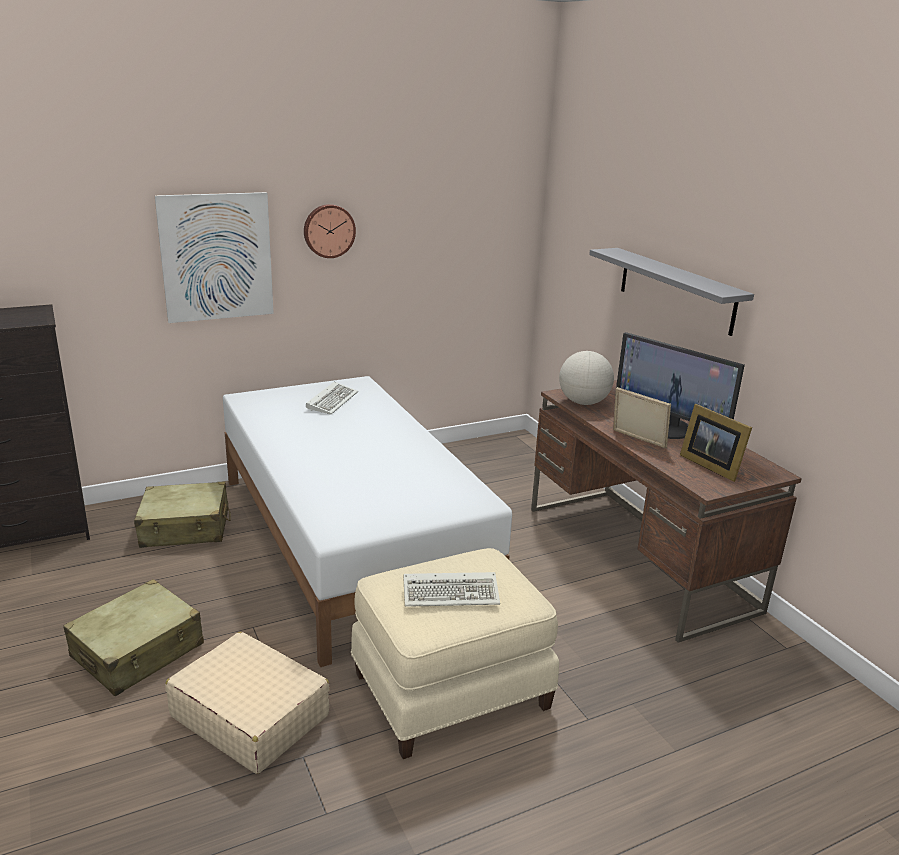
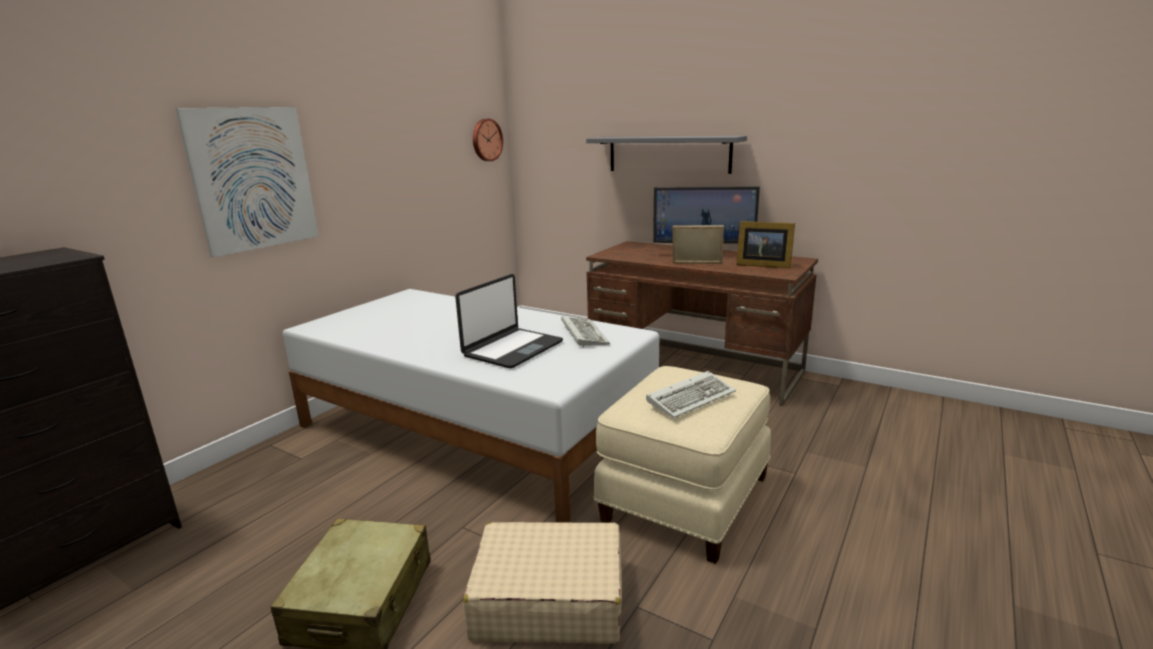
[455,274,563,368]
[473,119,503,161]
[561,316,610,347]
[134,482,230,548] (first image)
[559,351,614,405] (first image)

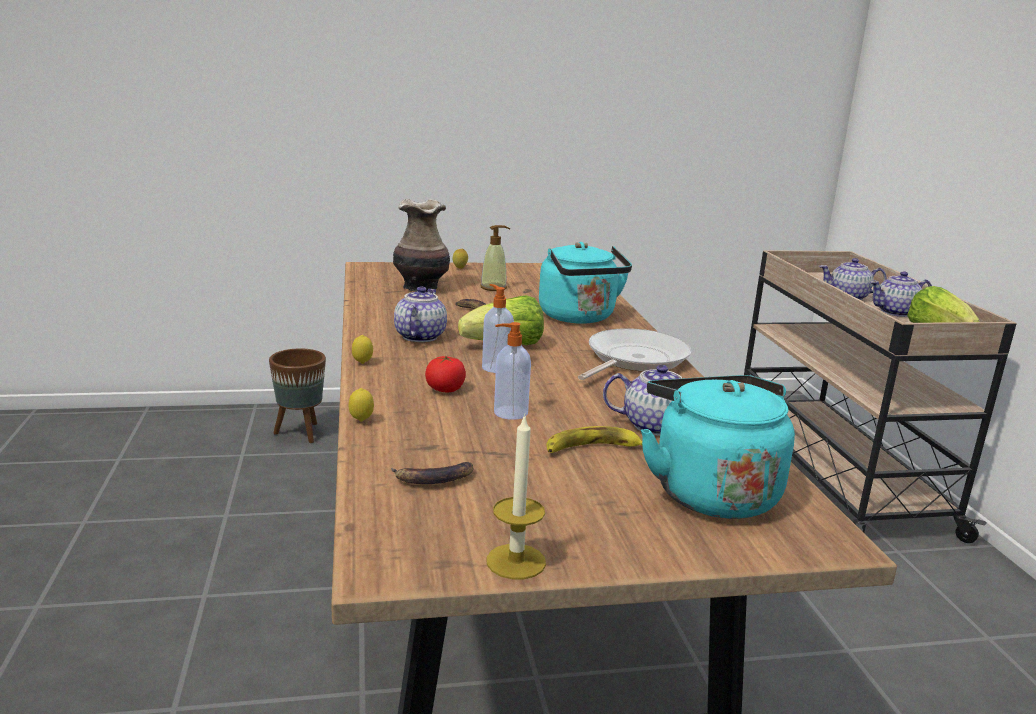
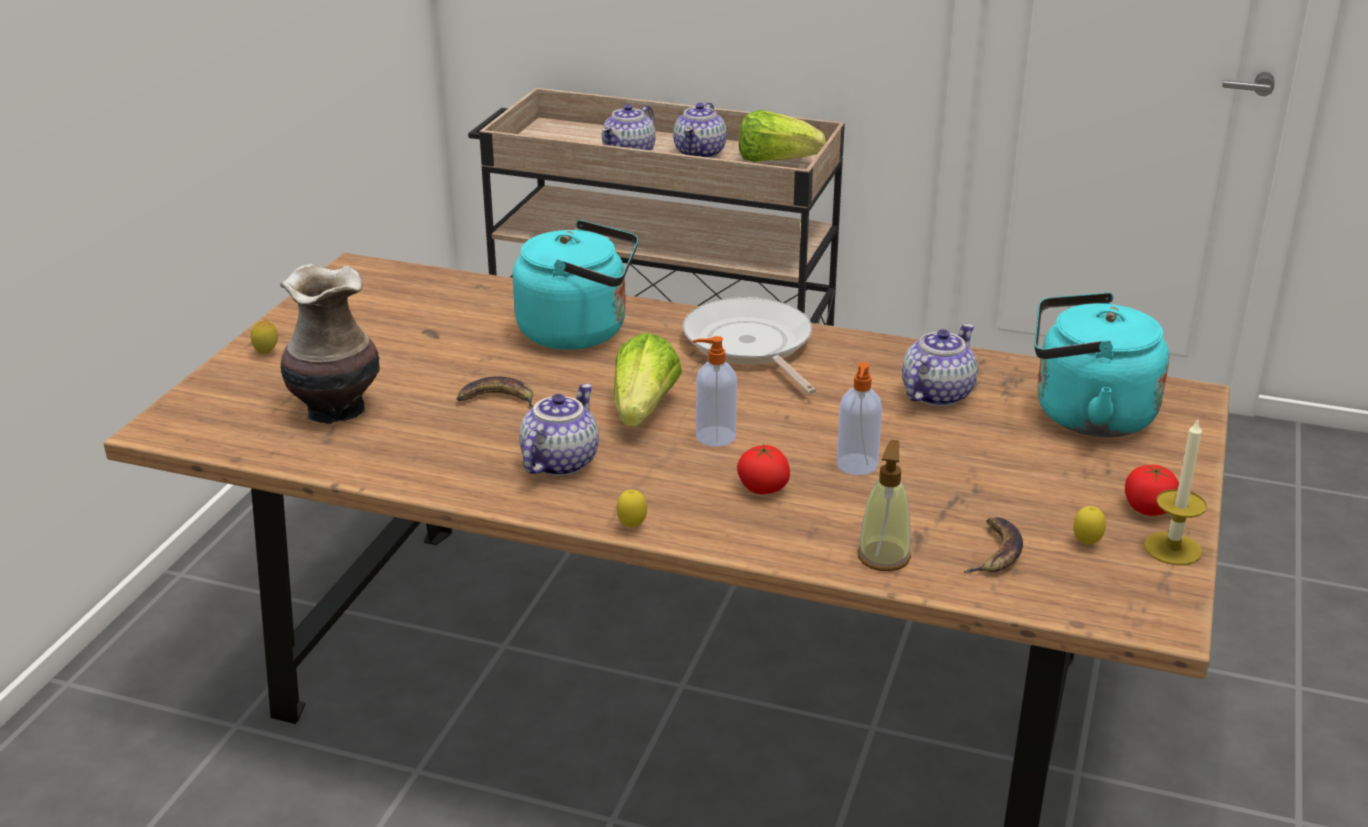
[519,384,599,476]
[857,440,911,571]
[1073,506,1106,545]
[1125,465,1179,516]
[269,348,326,443] (first image)
[546,426,642,453] (first image)

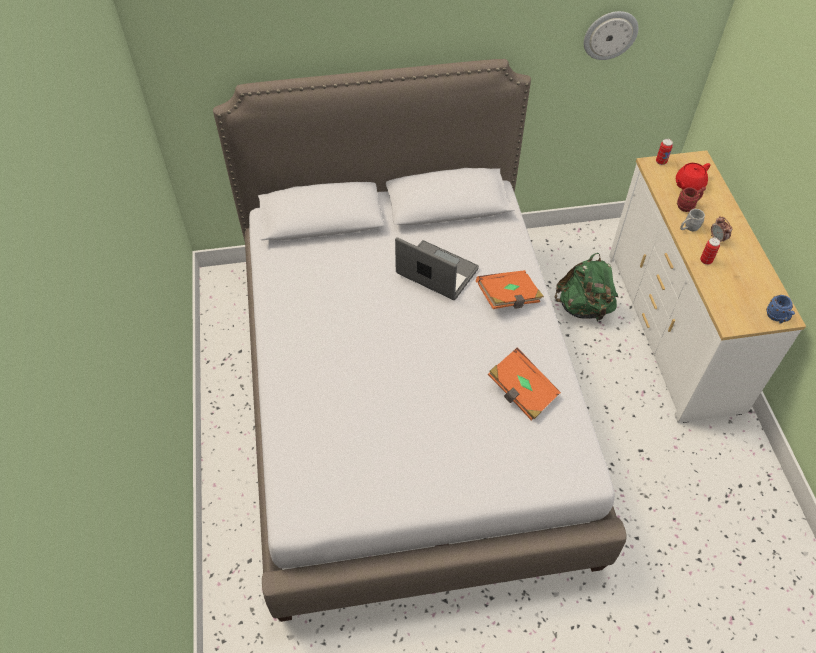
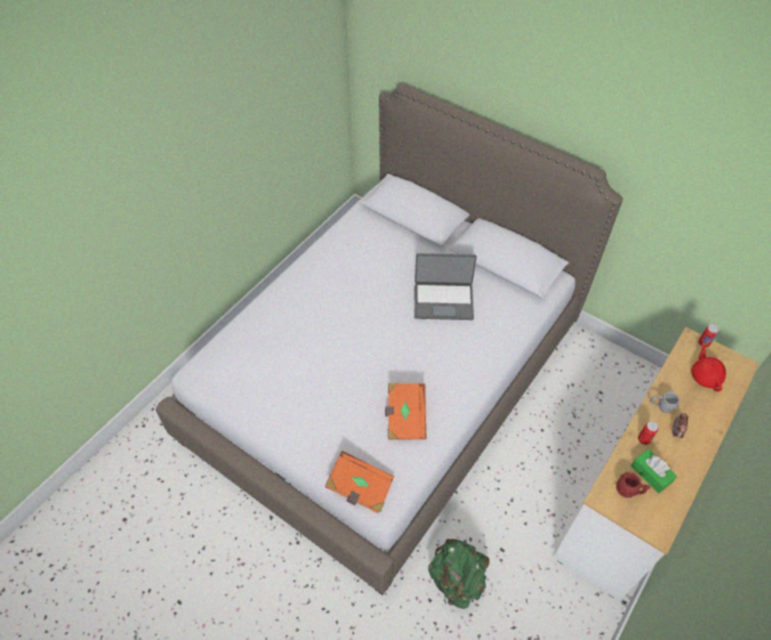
[325,451,394,513]
[414,253,477,320]
[428,539,489,609]
[616,472,650,498]
[631,449,677,493]
[691,344,726,392]
[584,11,638,60] (first image)
[766,295,795,323] (first image)

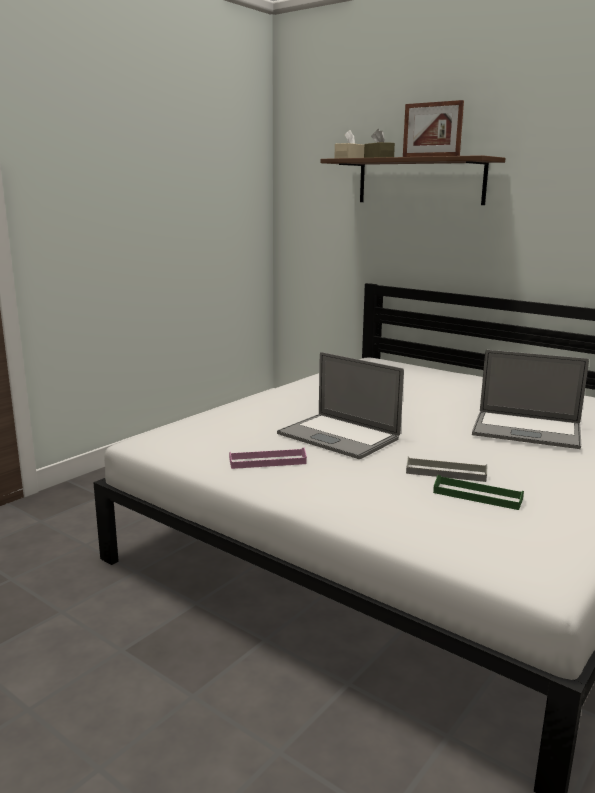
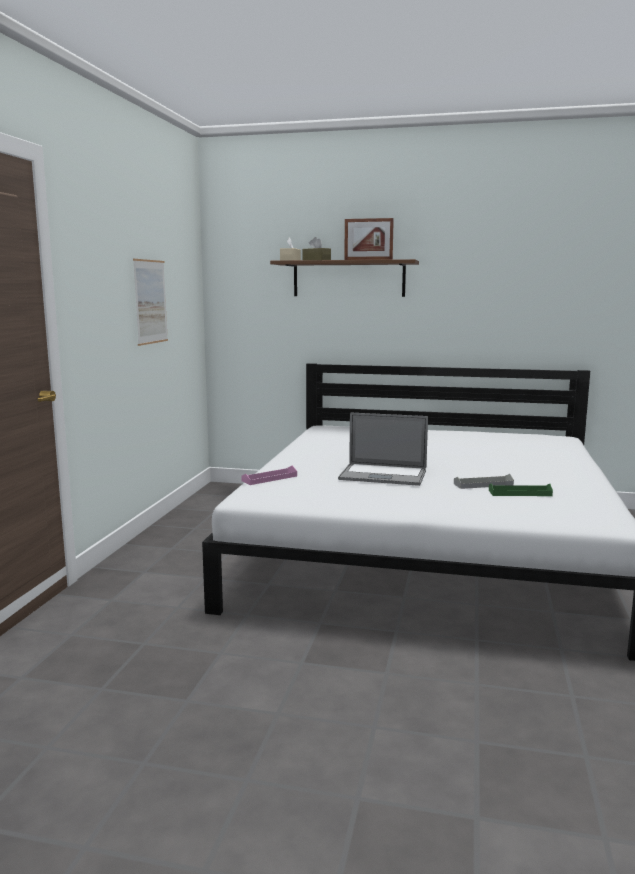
[133,259,168,346]
[241,465,297,485]
[472,350,589,449] (first image)

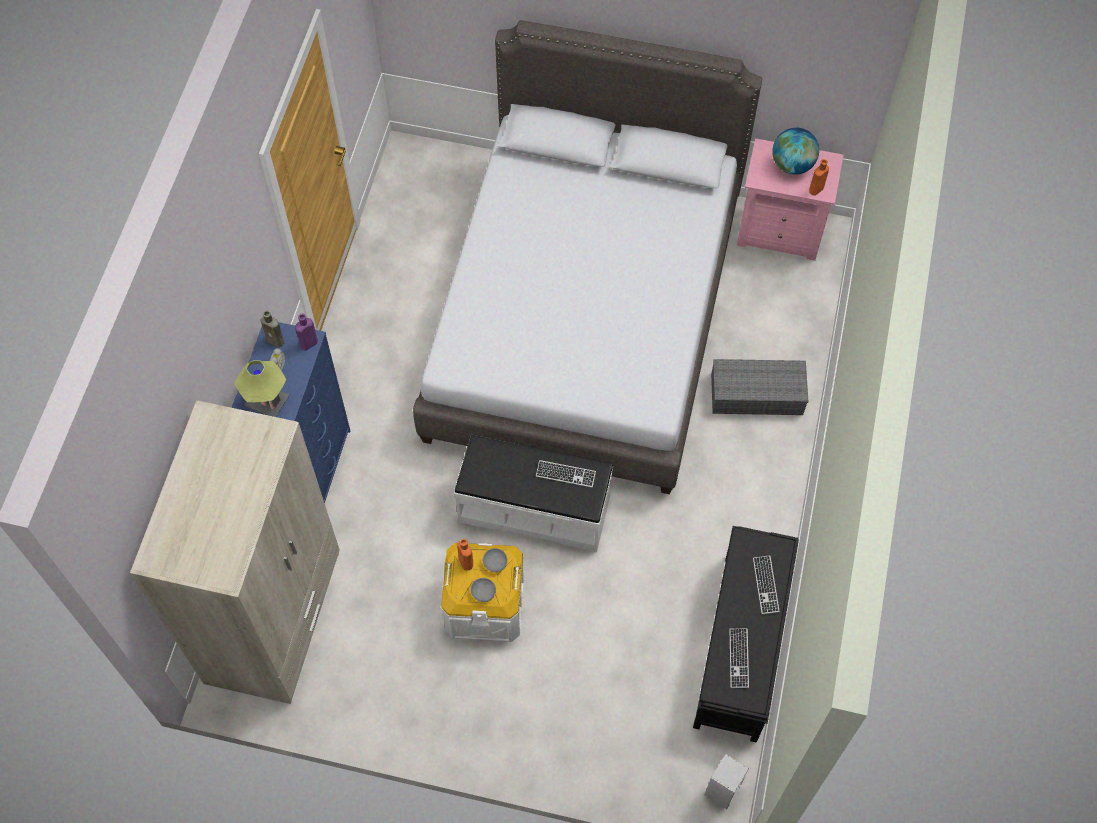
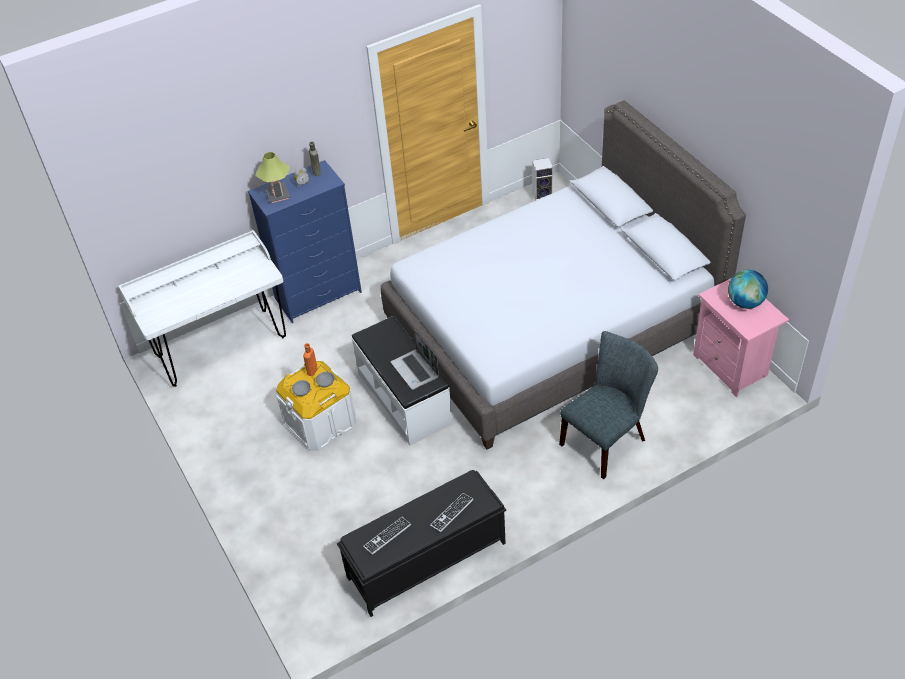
[119,230,286,387]
[391,330,439,390]
[532,158,553,201]
[559,331,658,479]
[295,313,318,351] (first image)
[809,159,829,196] (first image)

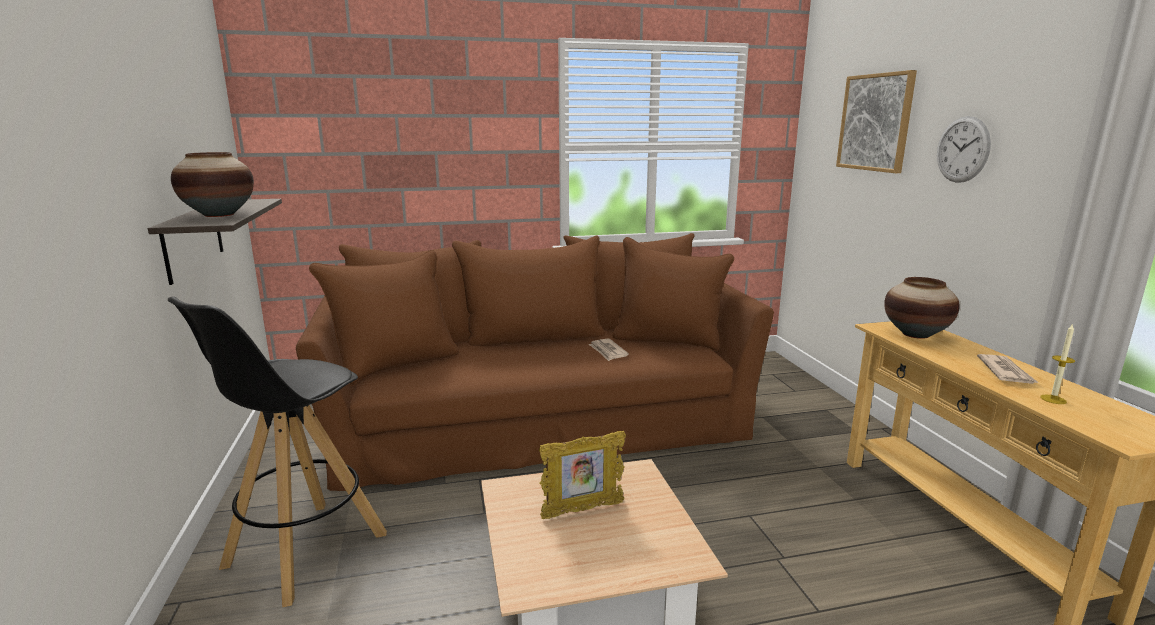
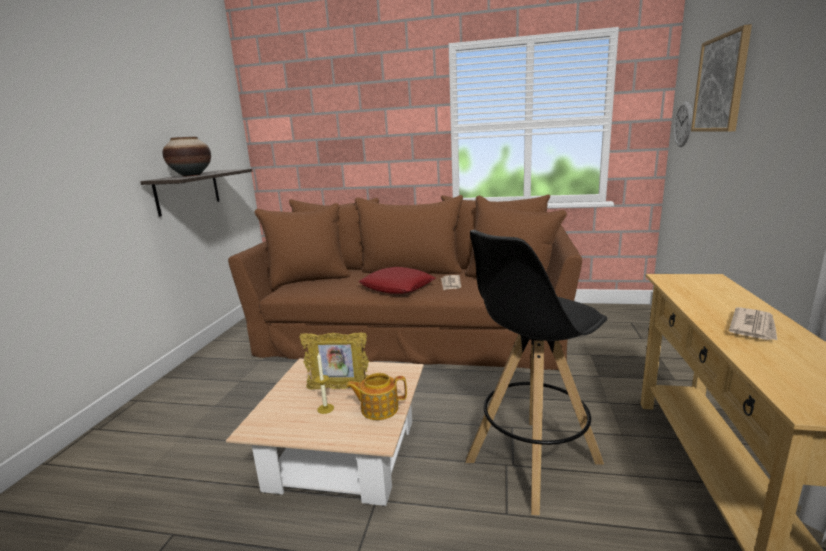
[315,352,334,414]
[346,373,407,420]
[359,267,436,294]
[466,230,608,515]
[674,101,692,147]
[884,277,960,339] (first image)

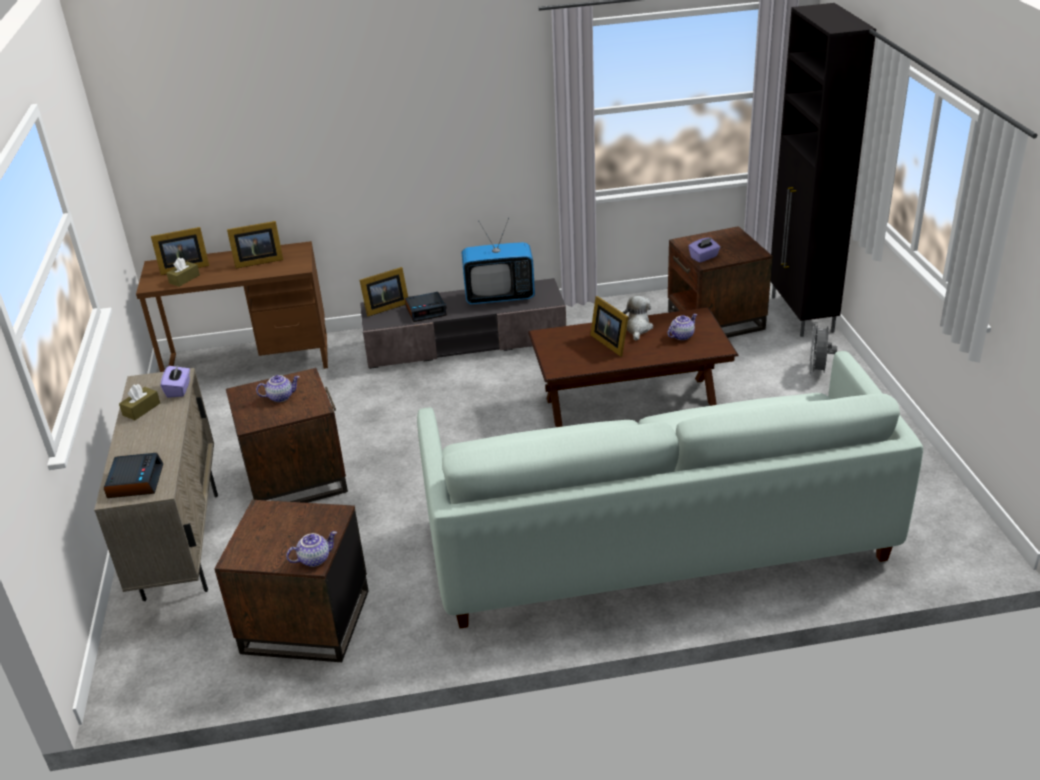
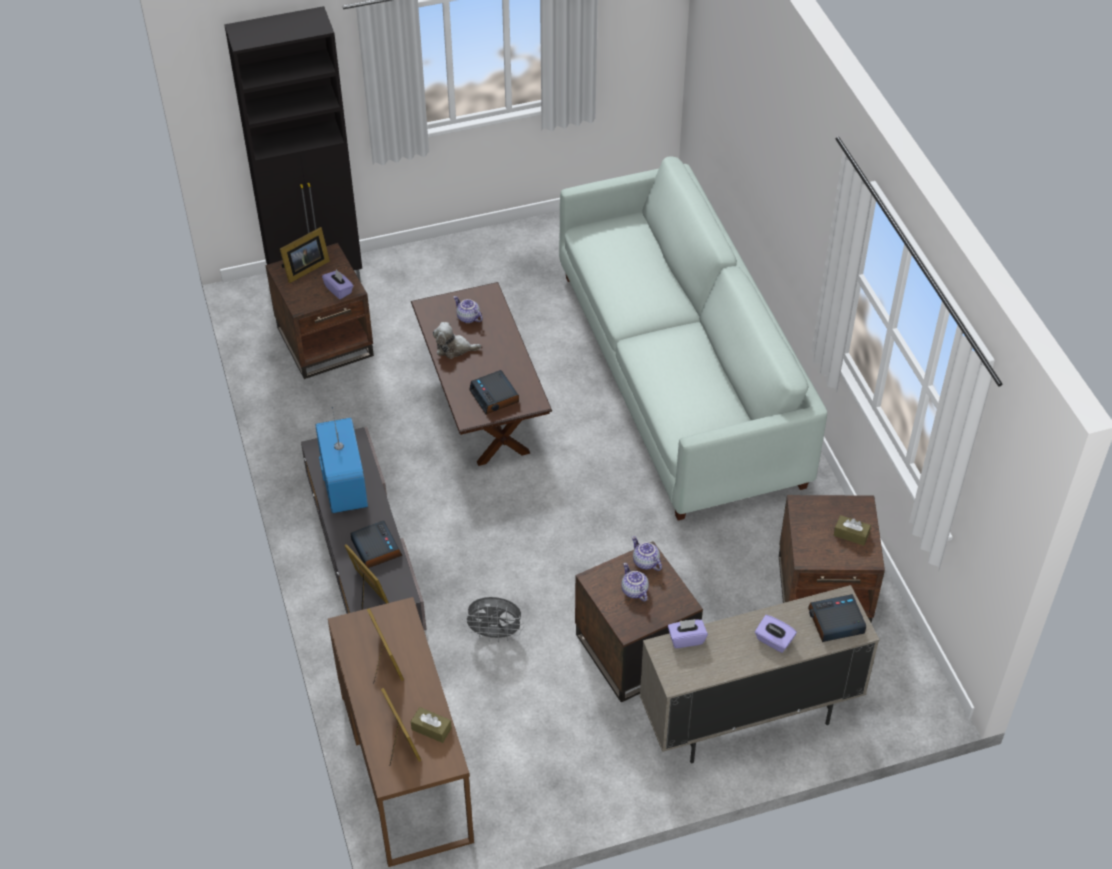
[280,227,330,283]
[463,597,524,642]
[469,370,519,415]
[632,536,662,571]
[755,615,797,653]
[834,515,871,546]

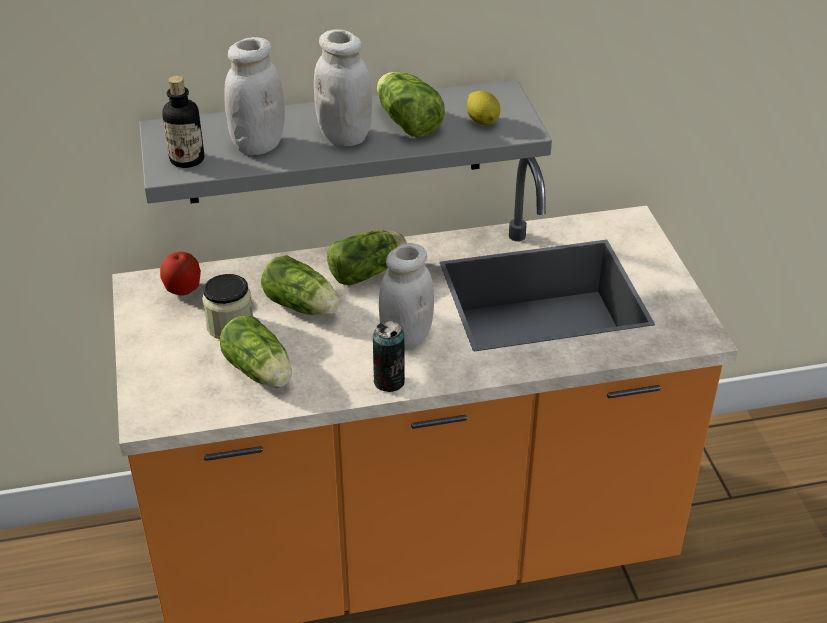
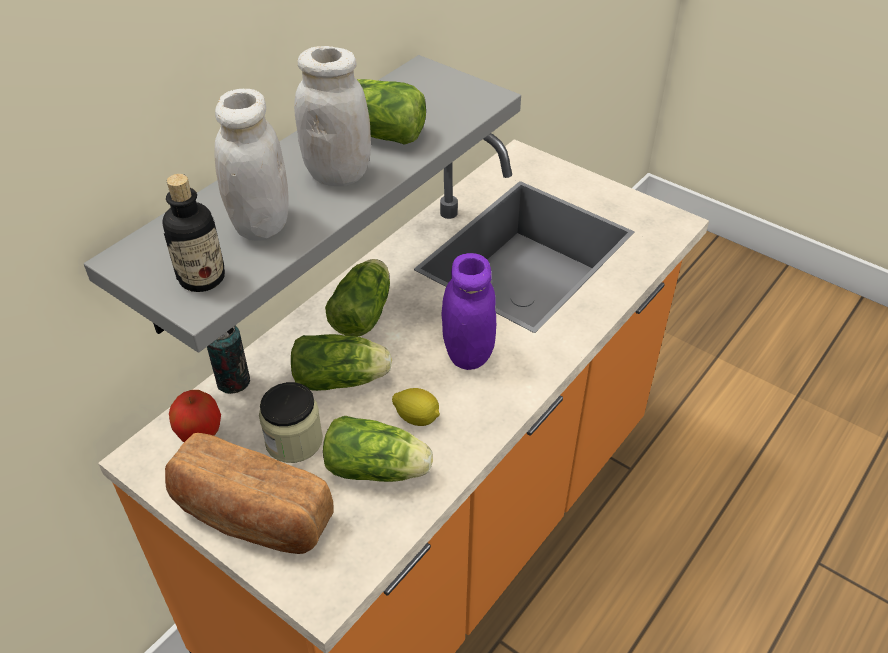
[165,433,333,554]
[207,326,250,394]
[392,388,440,426]
[441,253,496,370]

